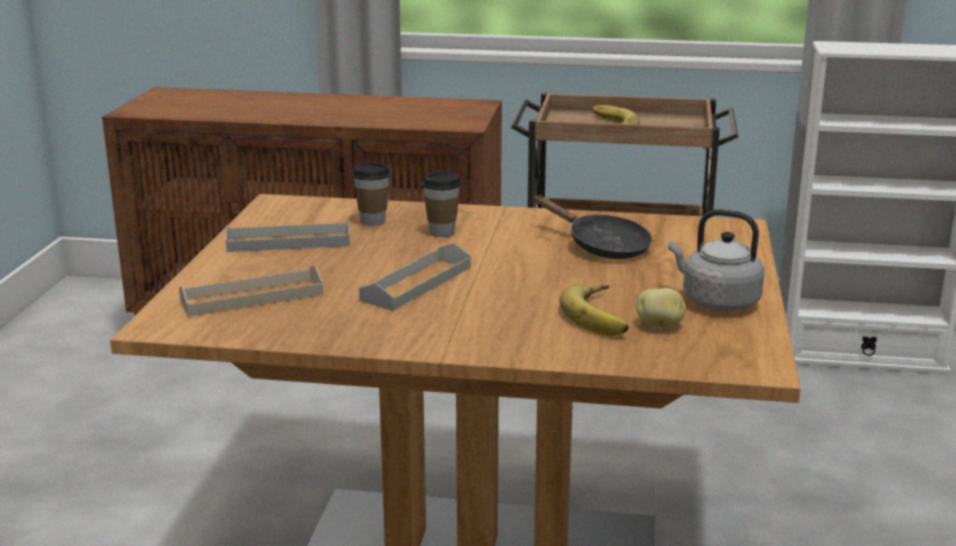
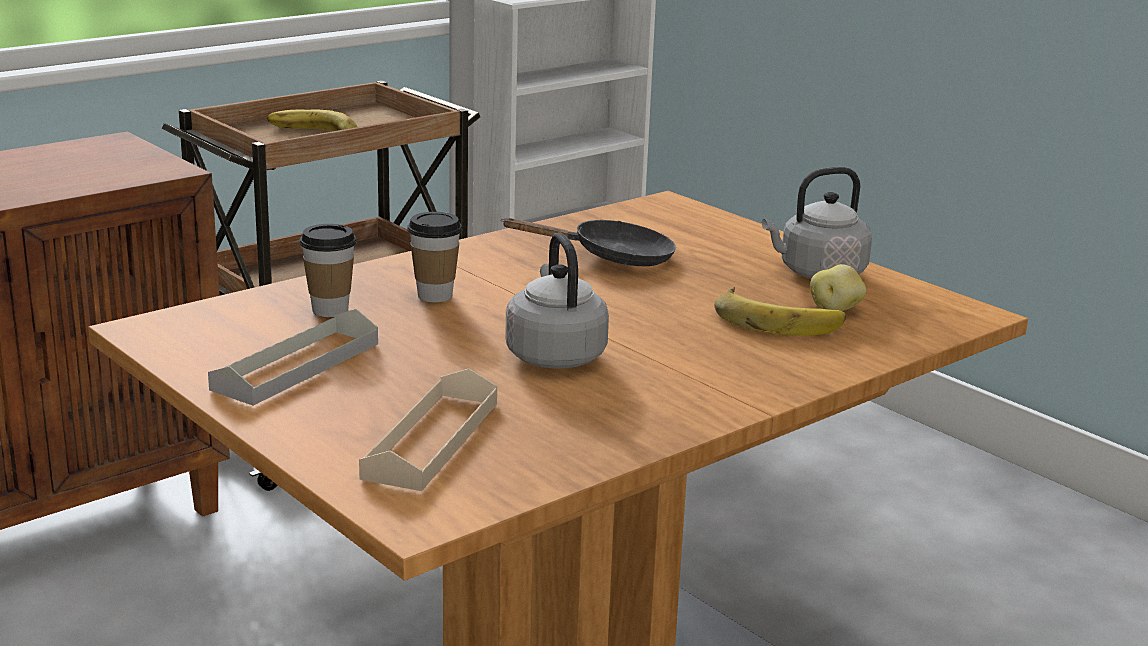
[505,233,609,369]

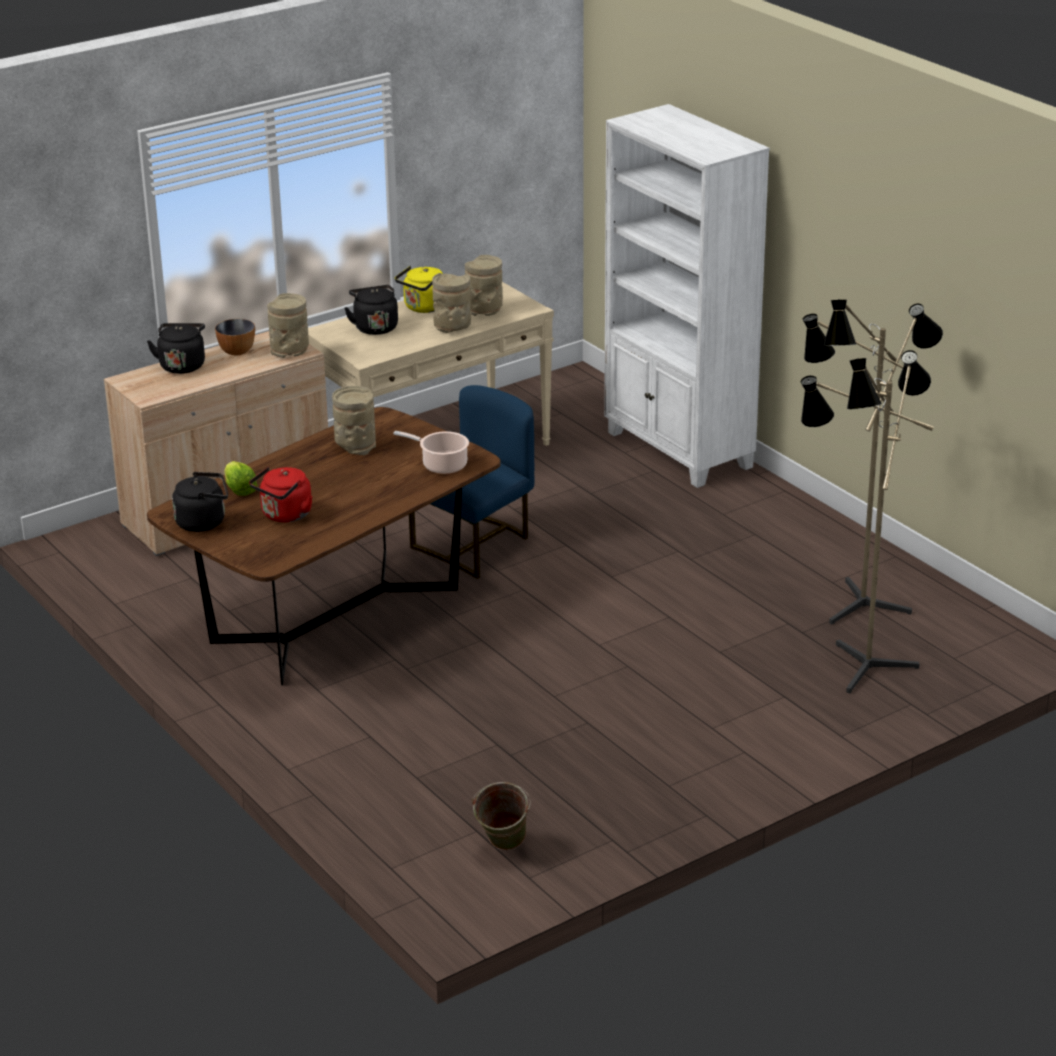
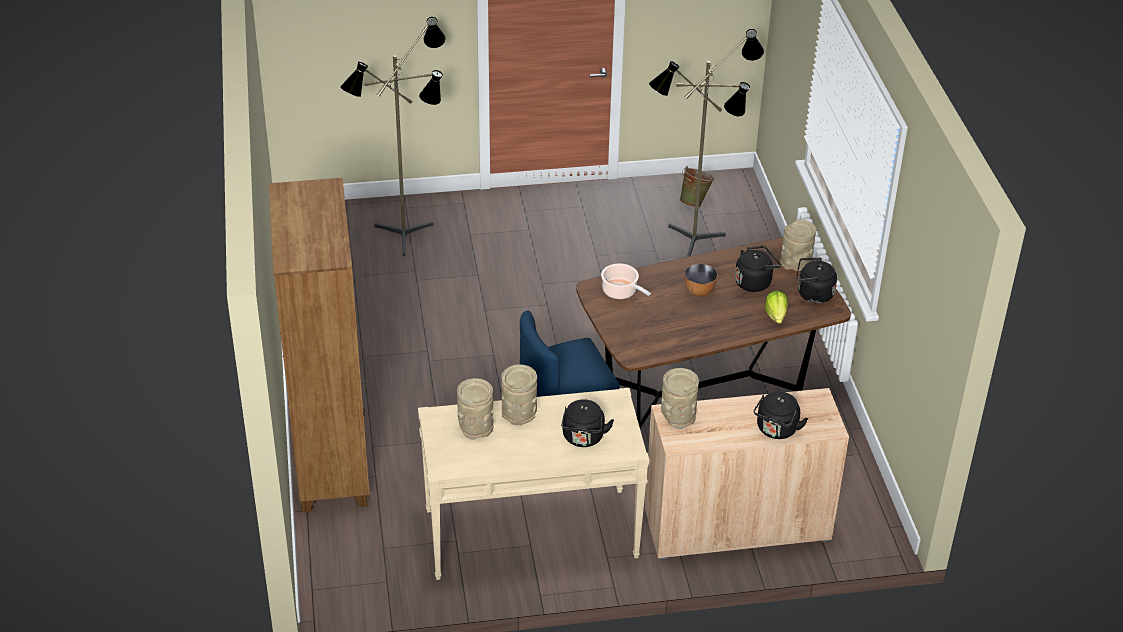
[269,178,370,513]
[649,29,764,257]
[685,264,718,296]
[735,246,781,292]
[780,219,816,271]
[395,266,443,313] (first image)

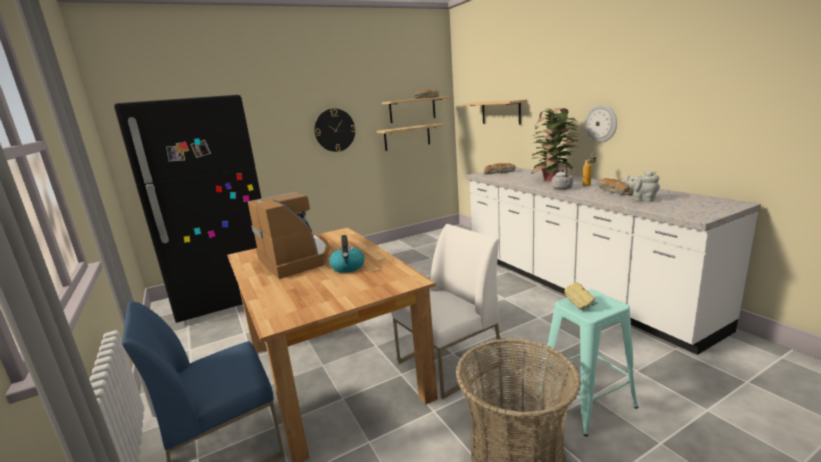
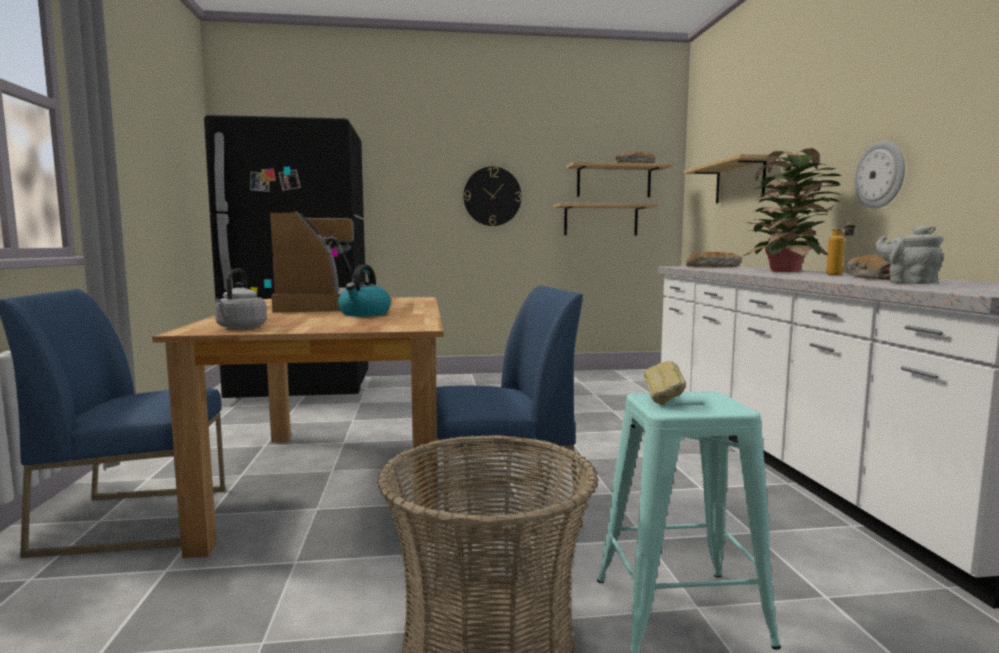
[215,269,267,329]
[436,285,583,544]

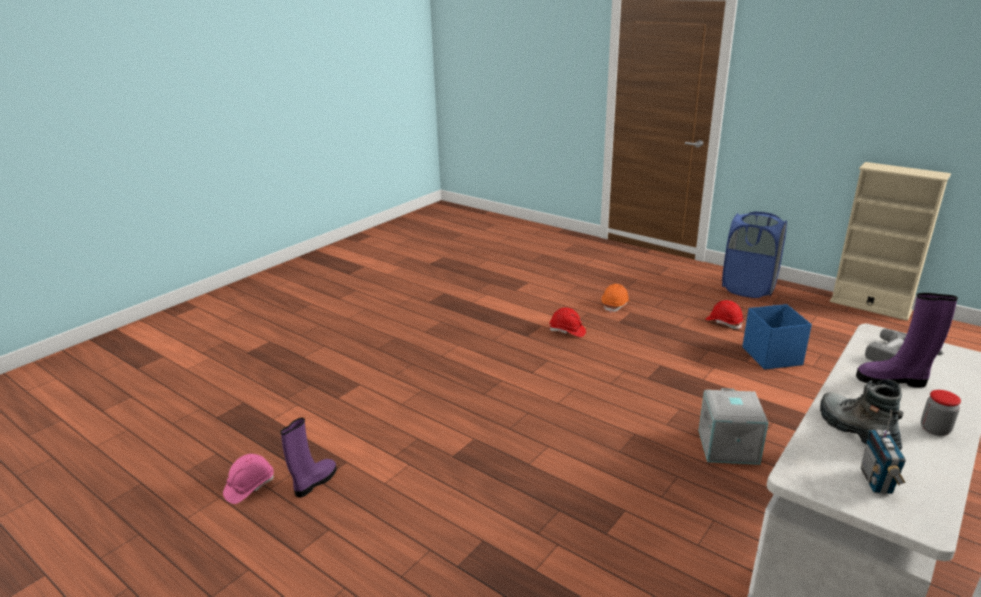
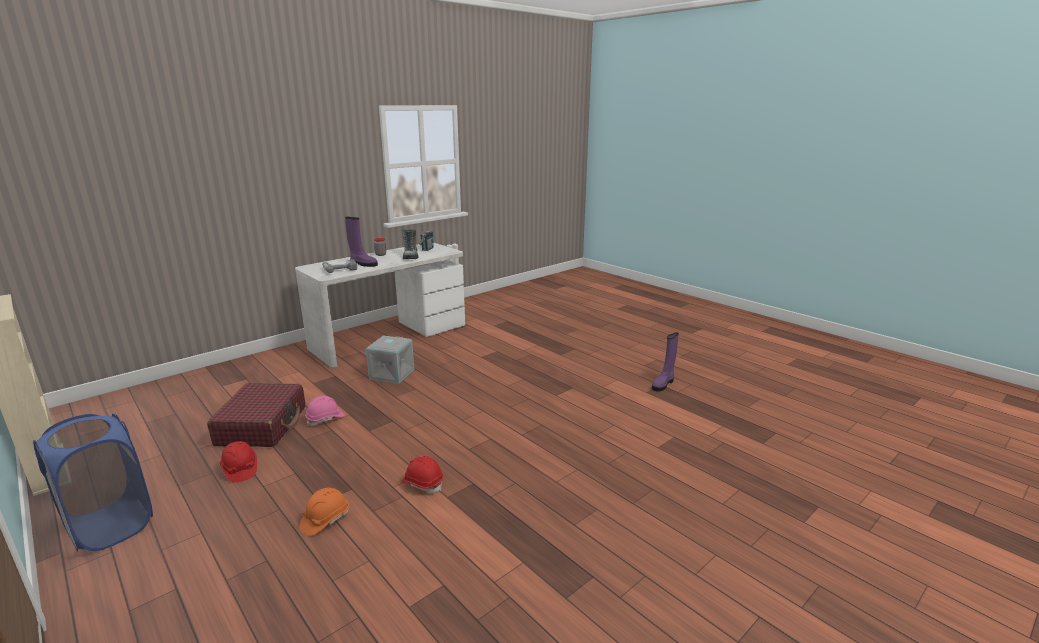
[207,383,305,447]
[305,396,345,426]

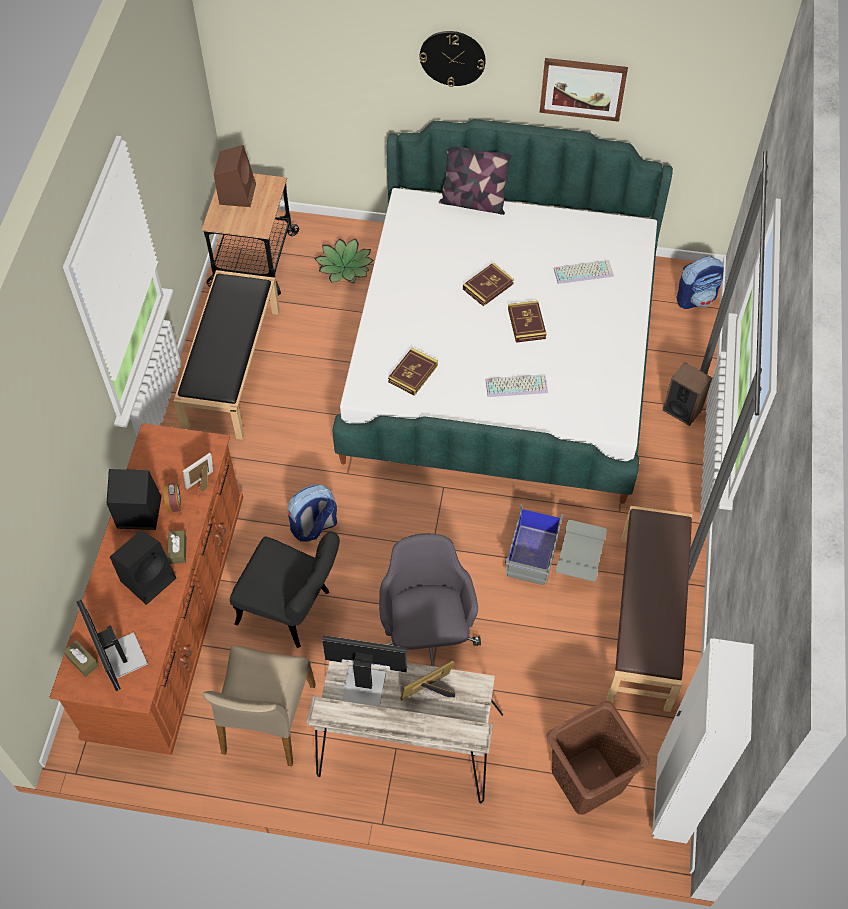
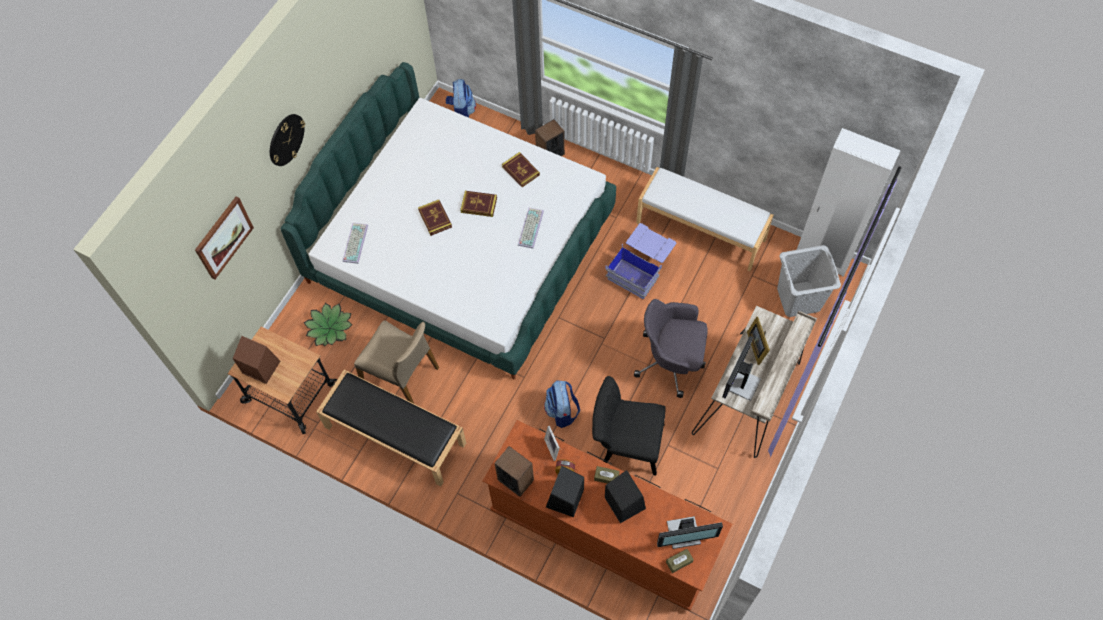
[195,197,254,280]
[343,223,368,264]
[354,320,439,404]
[494,446,534,497]
[502,152,540,187]
[592,376,666,476]
[605,223,677,299]
[636,167,774,271]
[777,245,841,317]
[439,146,512,215] (first image)

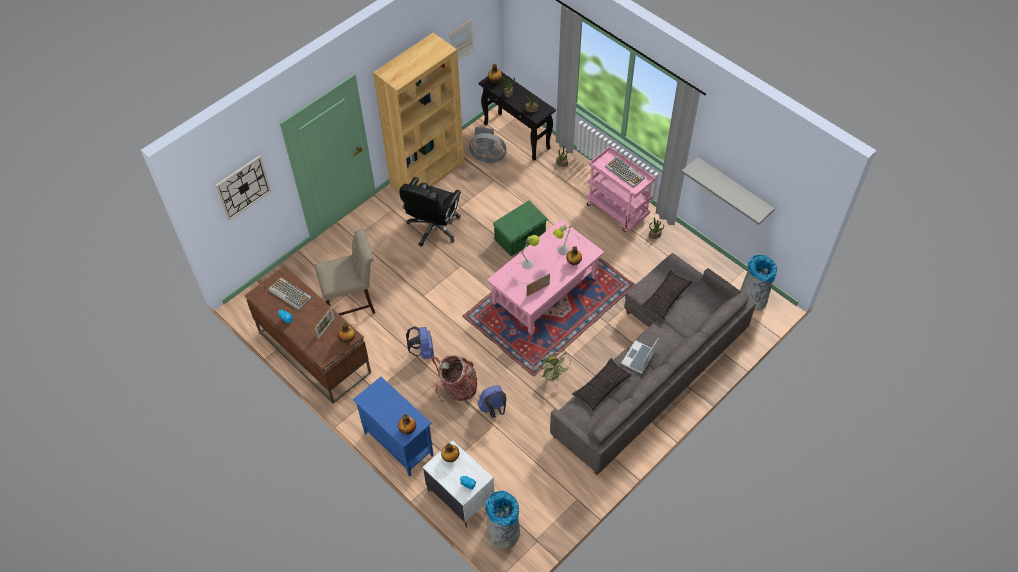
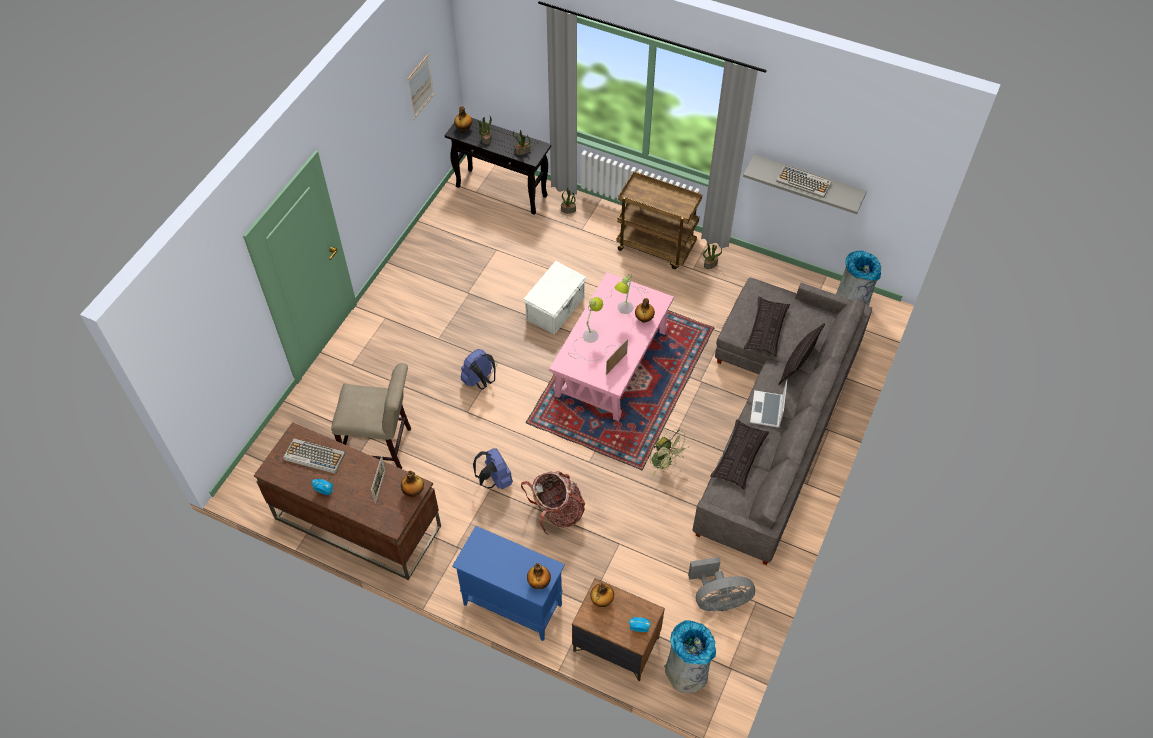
[331,363,411,469]
[461,349,496,389]
[524,261,587,335]
[572,578,665,681]
[616,171,703,269]
[688,557,755,611]
[776,165,832,198]
[778,323,825,385]
[215,155,271,221] (first image)
[373,33,464,193] (first image)
[399,177,461,247] (first image)

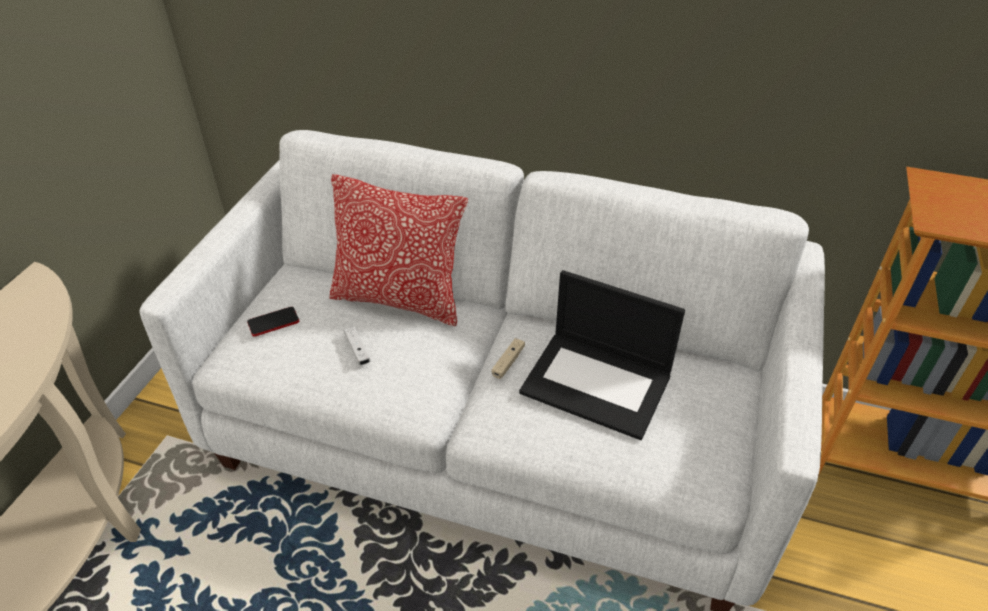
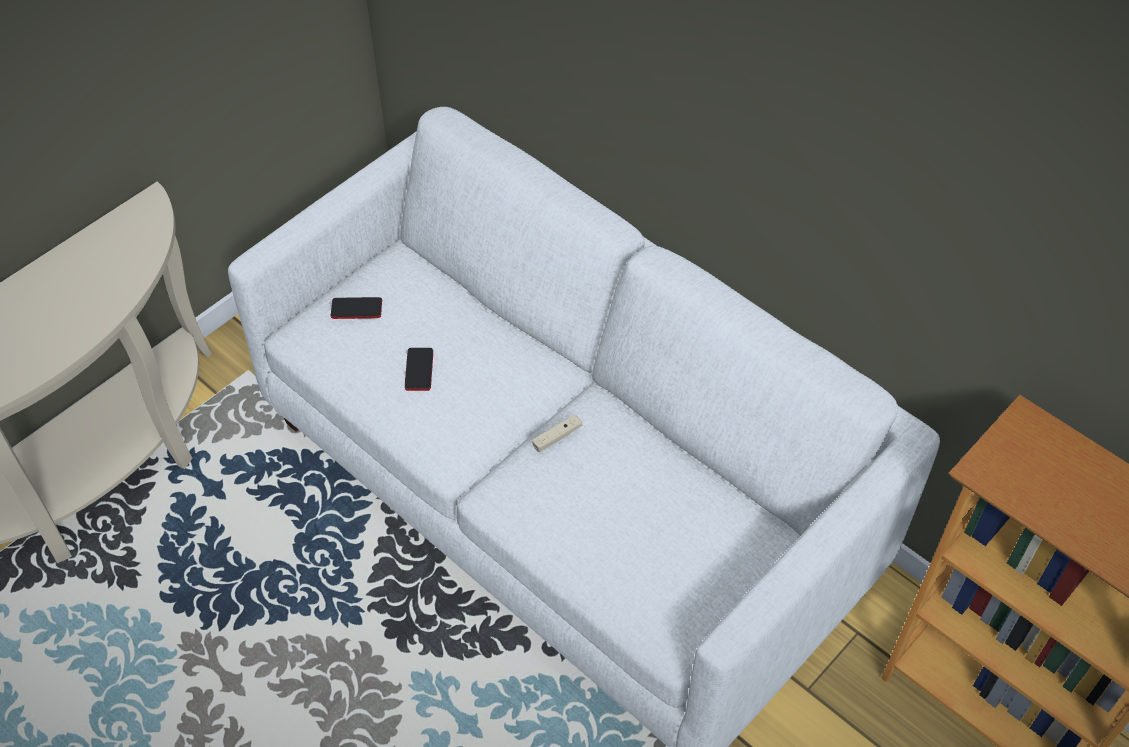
[405,348,433,391]
[329,174,468,326] (first image)
[519,270,685,440] (first image)

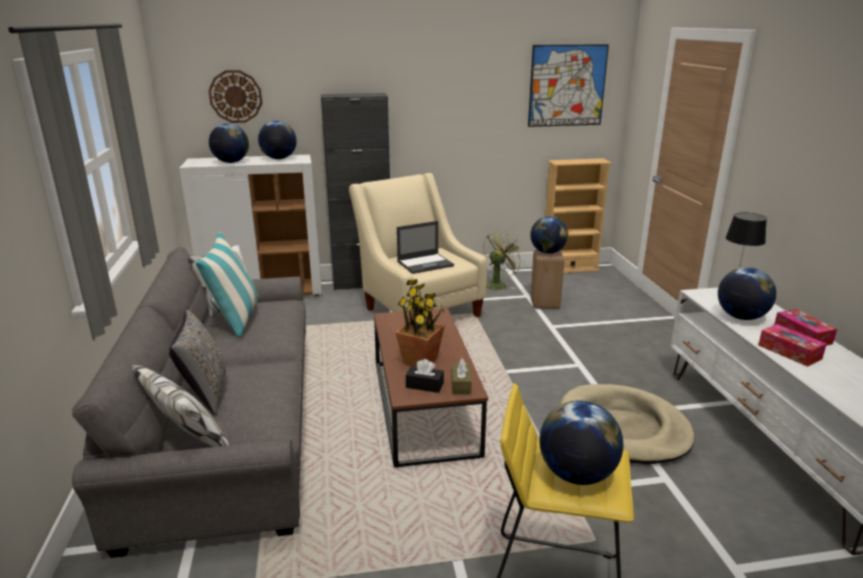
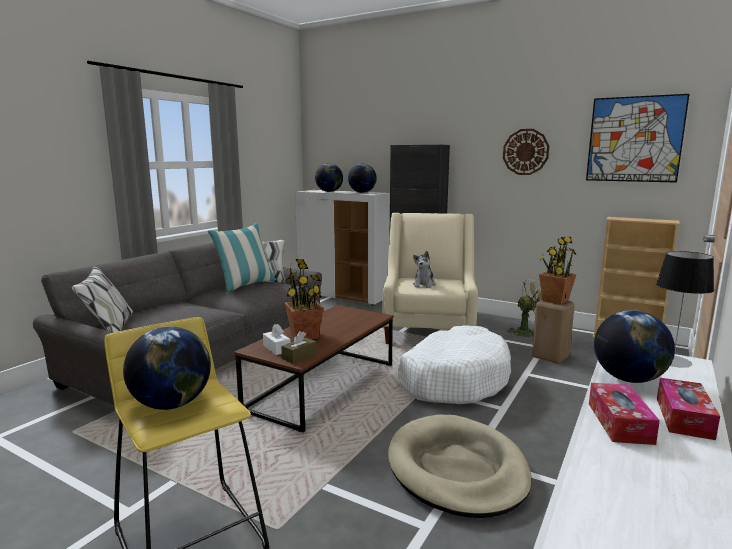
[263,324,291,355]
[397,325,511,404]
[413,251,436,288]
[503,129,549,175]
[539,237,577,305]
[169,310,226,415] (first image)

